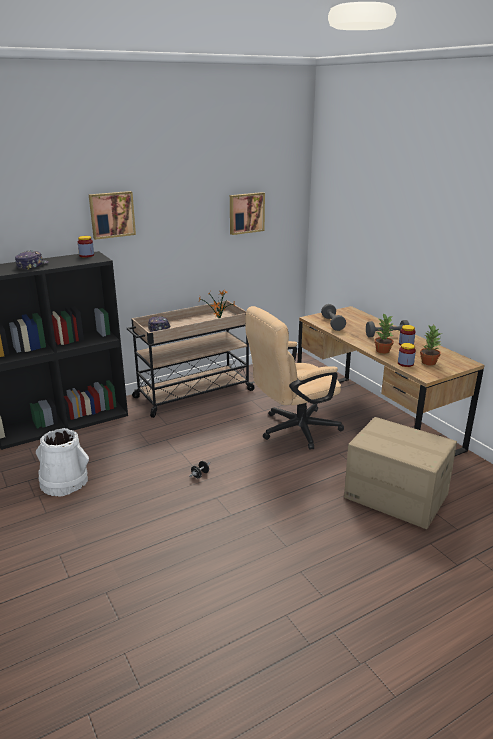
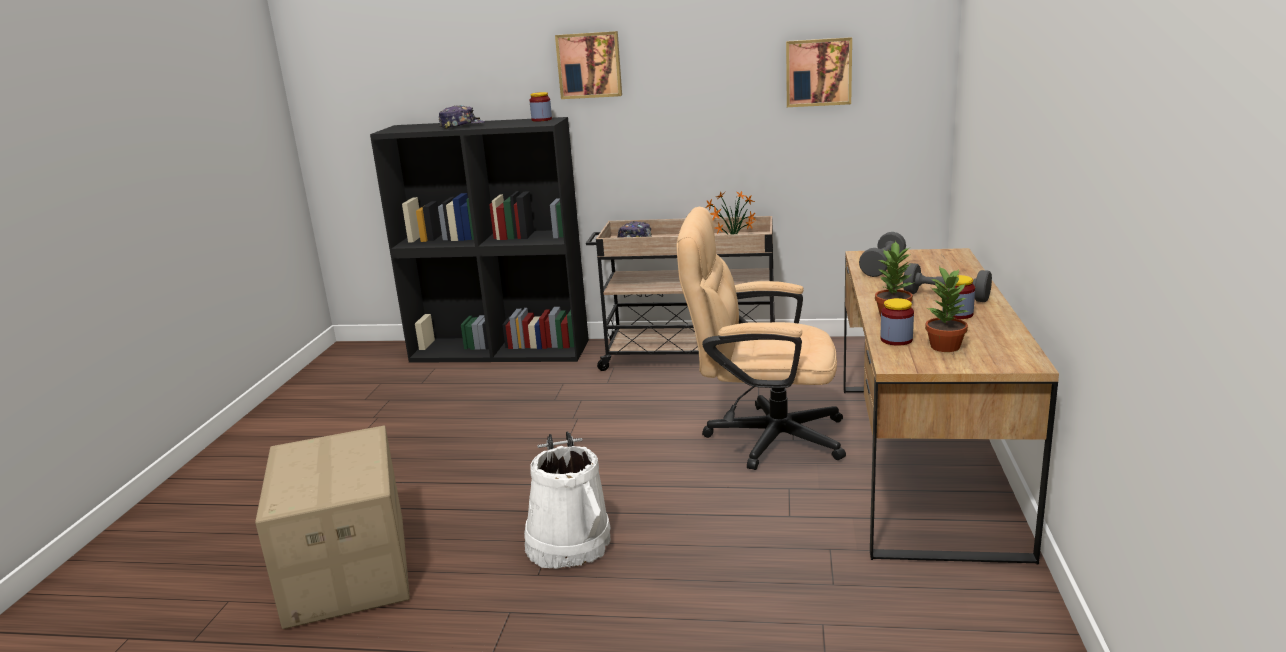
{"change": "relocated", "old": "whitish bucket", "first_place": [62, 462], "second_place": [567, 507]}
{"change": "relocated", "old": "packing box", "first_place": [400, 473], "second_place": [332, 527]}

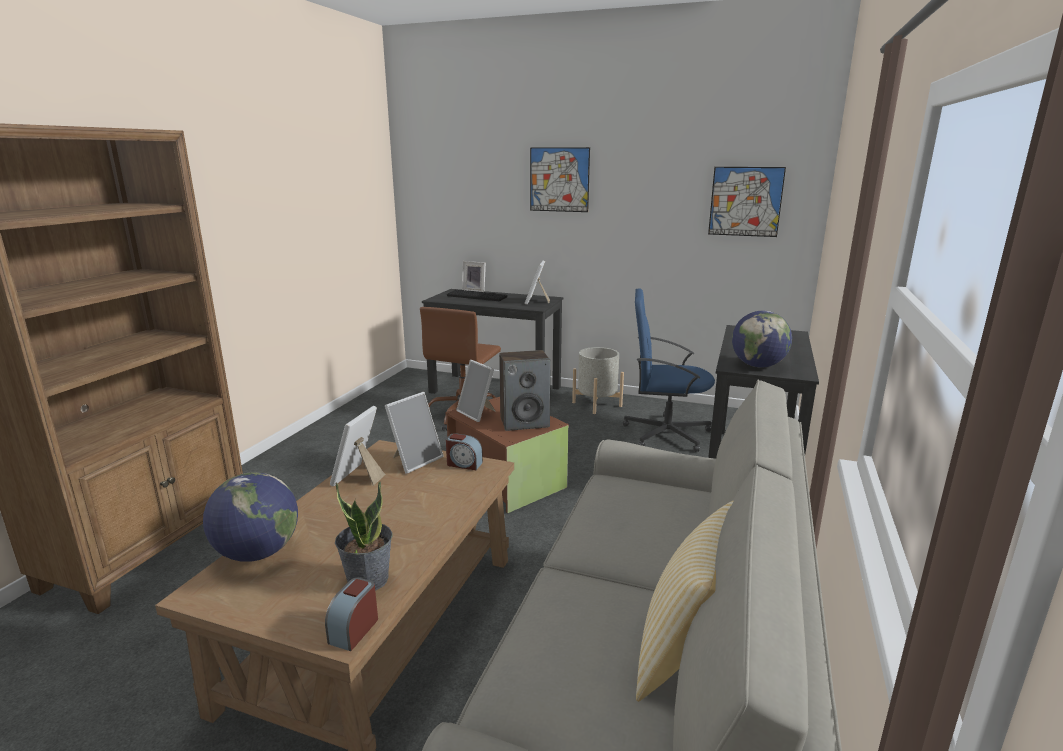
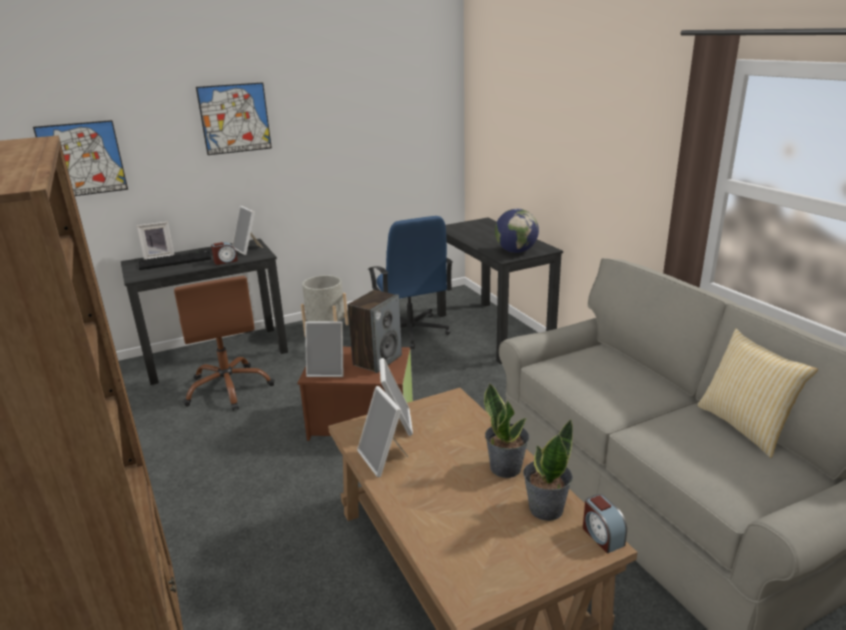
{"change": "missing", "old": "globe", "first_place": [250, 517]}
{"change": "relocated", "old": "table clock", "first_place": [464, 451], "second_place": [224, 253]}
{"change": "spun", "old": "bluish computer chair", "first_place": [669, 370], "second_place": [410, 282], "degrees": -75}
{"change": "relocated", "old": "picture", "first_place": [747, 202], "second_place": [80, 158]}
{"change": "appeared", "new": "houseplant", "second_place": [506, 430]}

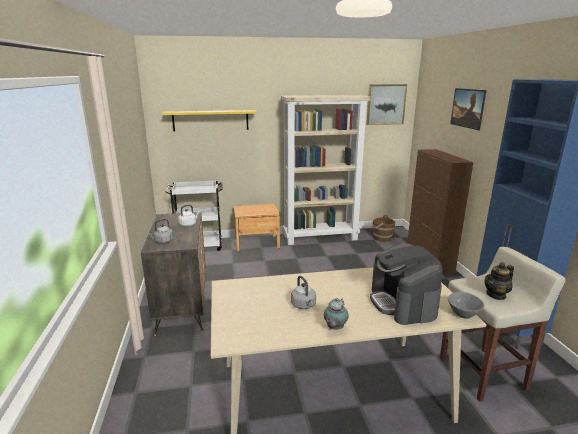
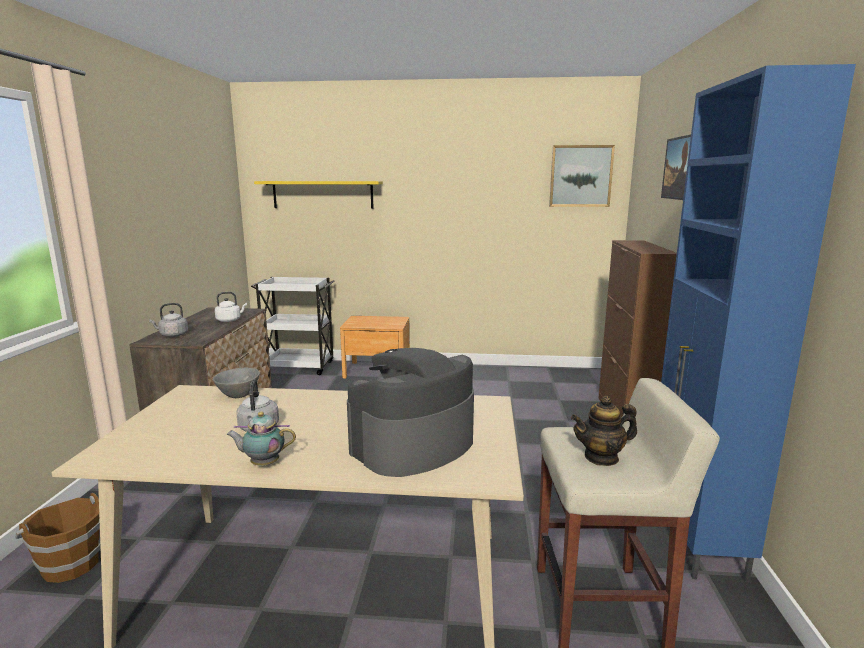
{"change": "missing", "old": "beige bookshelf", "first_place": [325, 170]}
{"change": "spun", "old": "teapot", "first_place": [336, 314], "second_place": [261, 438], "degrees": 45}
{"change": "spun", "old": "coffee maker", "first_place": [406, 284], "second_place": [410, 412], "degrees": 45}
{"change": "relocated", "old": "brownish bucket", "first_place": [383, 228], "second_place": [57, 538]}
{"change": "relocated", "old": "gray serving bowl", "first_place": [466, 305], "second_place": [236, 383]}

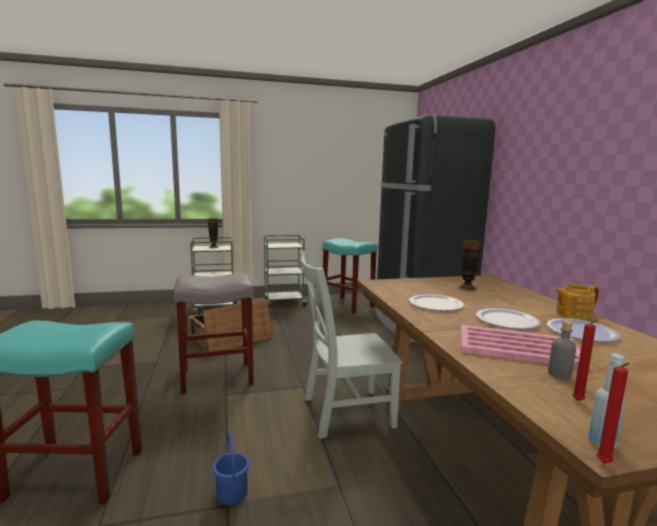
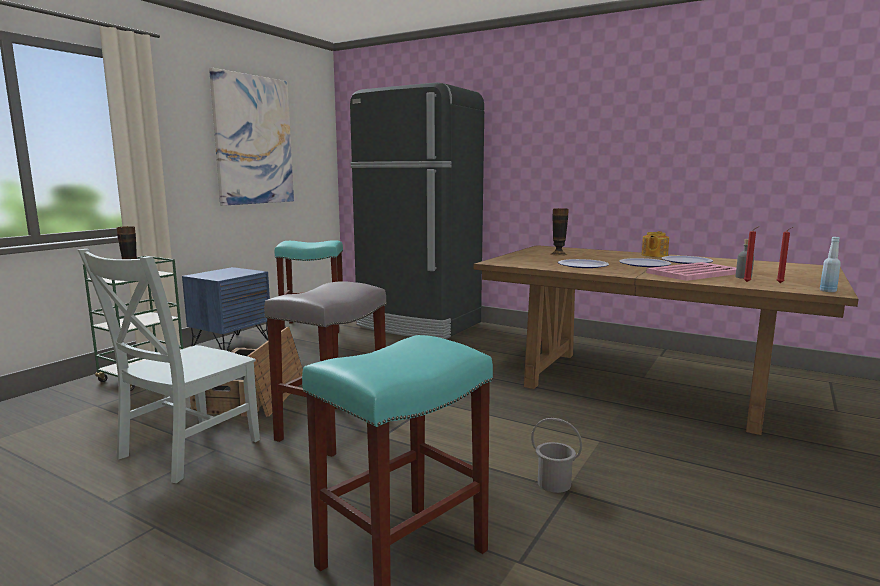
{"change": "colour", "old": "bluish bucket", "new": "gray bucket", "first_place": [231, 468], "second_place": [556, 455]}
{"change": "exchanged", "old": "green trolley", "new": "bluish bedside table", "first_place": [286, 271], "second_place": [226, 309]}
{"change": "relocated", "old": "gray upright chair", "first_place": [350, 345], "second_place": [168, 366]}
{"change": "relocated", "old": "reddish wax light", "first_place": [613, 413], "second_place": [752, 254]}
{"change": "appeared", "new": "picture", "second_place": [251, 137]}

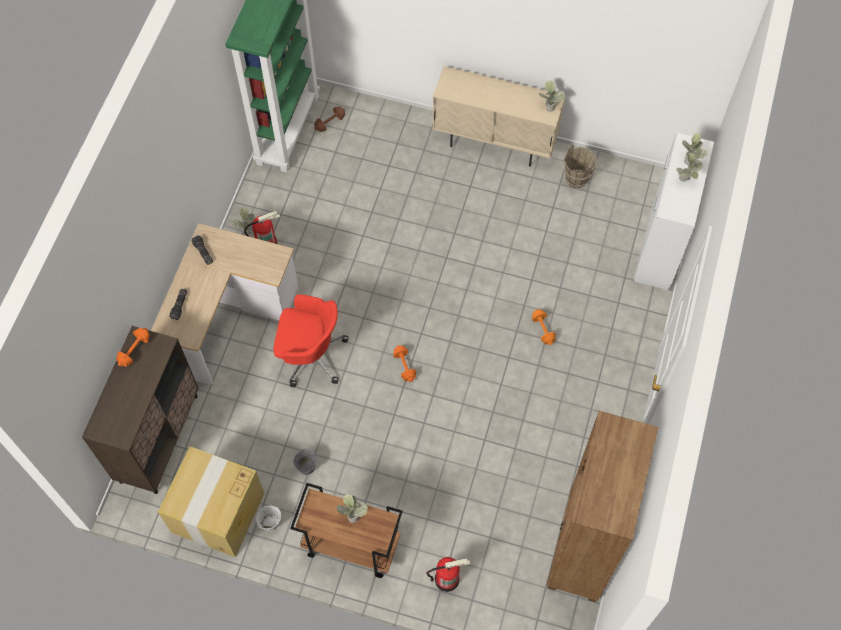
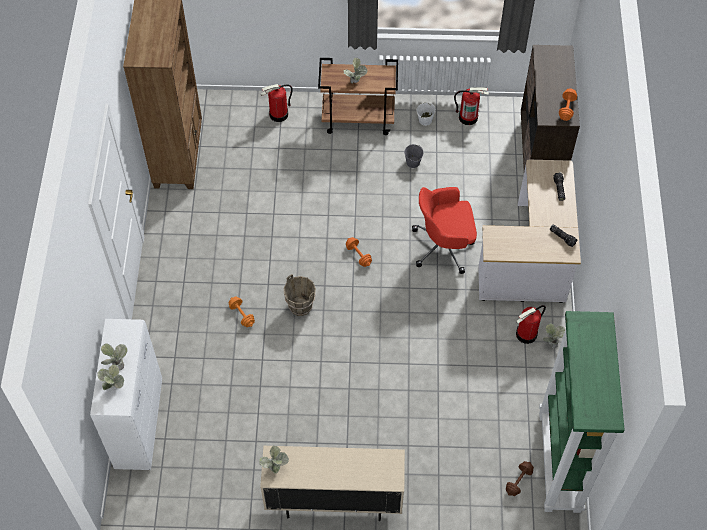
{"change": "exchanged", "old": "packing box", "new": "fire-fighting cylinder", "first_place": [211, 501], "second_place": [471, 106]}
{"change": "relocated", "old": "brownish bucket", "first_place": [580, 166], "second_place": [299, 295]}

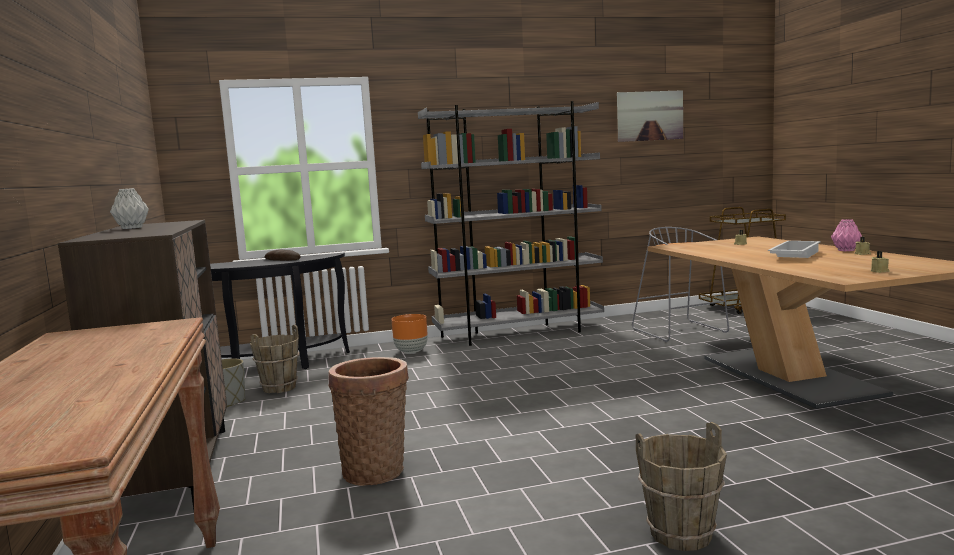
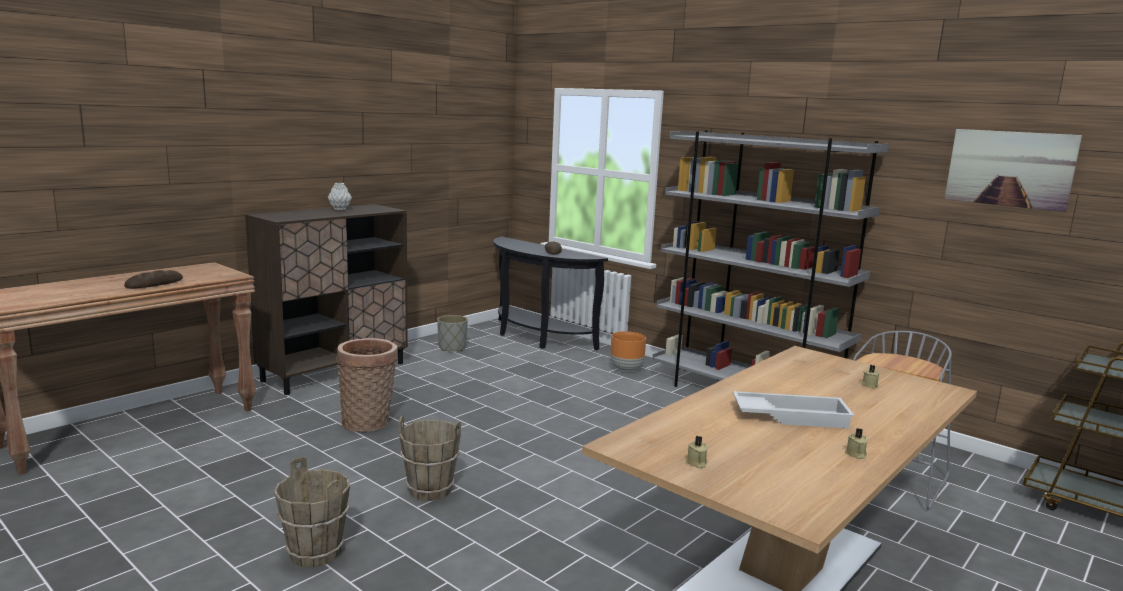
{"change": "relocated", "old": "brownish bucket", "first_place": [274, 359], "second_place": [430, 458]}
{"change": "missing", "old": "pinkish vase", "first_place": [846, 235]}
{"change": "appeared", "new": "bakery bread", "second_place": [153, 279]}

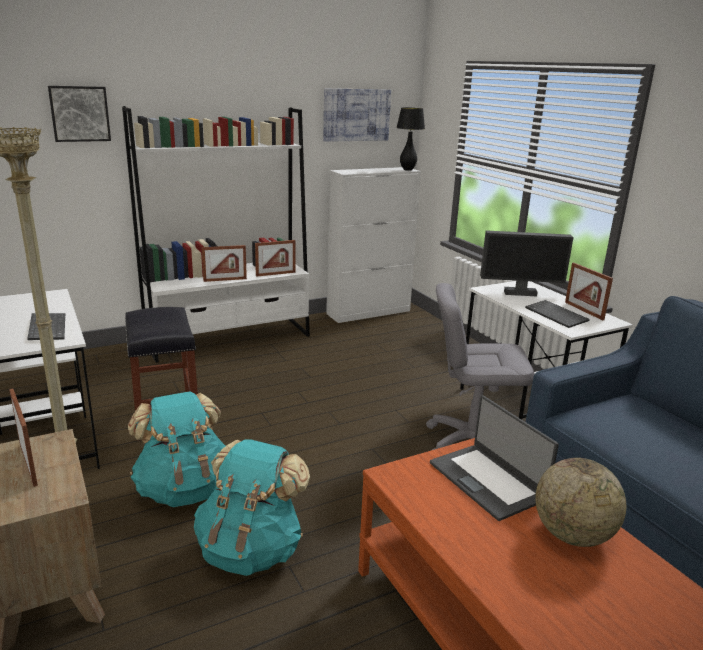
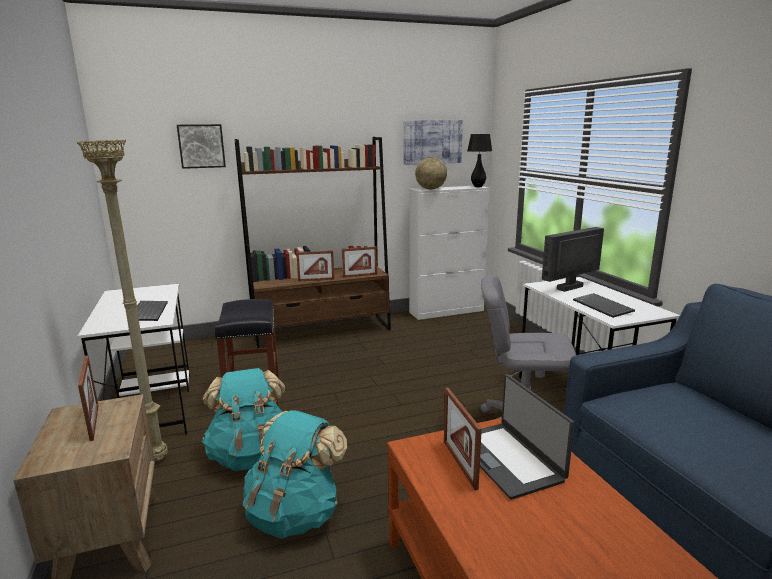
{"change": "colour", "old": "whitish bookshelf", "new": "brownish bookshelf", "first_place": [216, 234], "second_place": [313, 242]}
{"change": "spun", "old": "monitor", "first_place": [527, 263], "second_place": [573, 259], "degrees": 135}
{"change": "relocated", "old": "globe", "first_place": [580, 502], "second_place": [431, 173]}
{"change": "relocated", "old": "picture frame", "first_place": [589, 292], "second_place": [463, 439]}

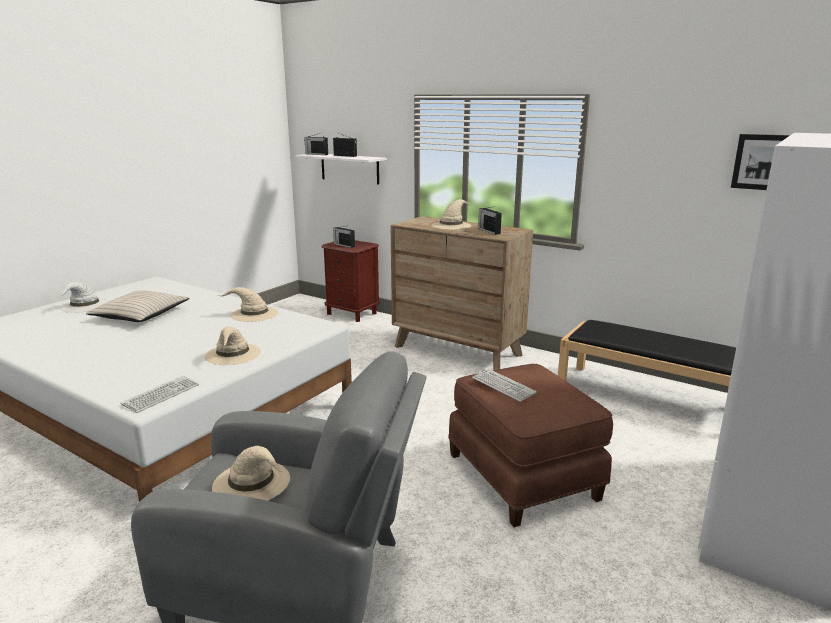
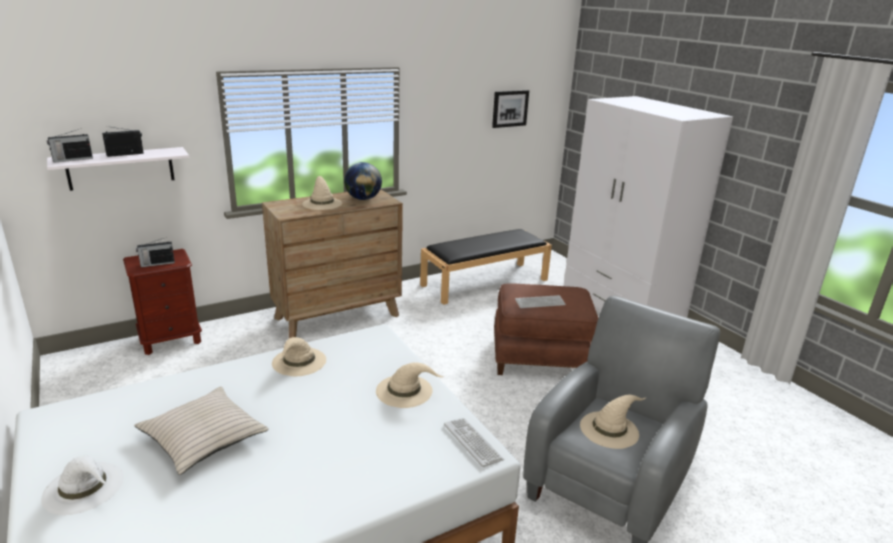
{"change": "exchanged", "old": "radio receiver", "new": "globe", "first_place": [490, 220], "second_place": [363, 181]}

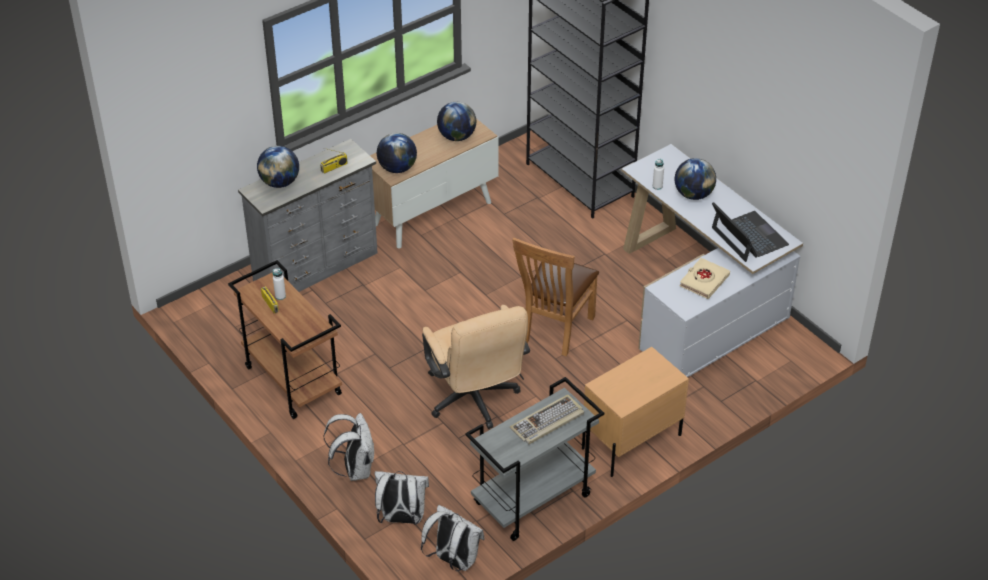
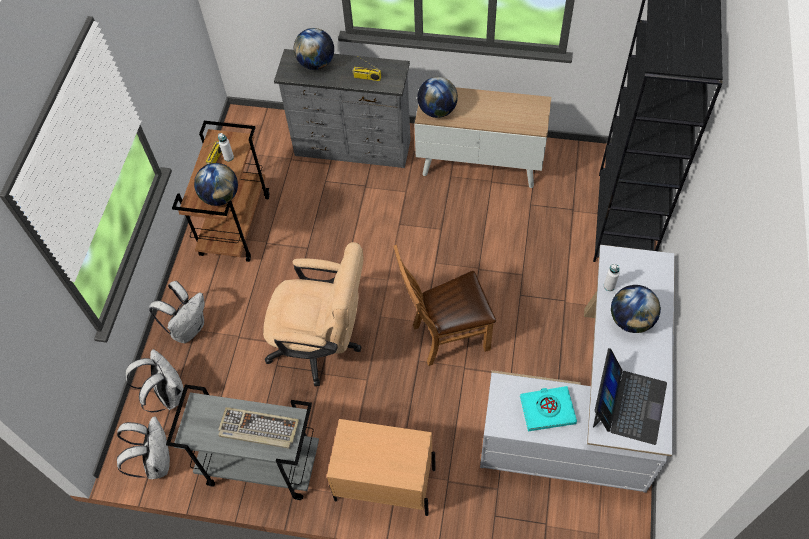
{"change": "spun", "old": "beige computer chair", "first_place": [476, 367], "second_place": [313, 314], "degrees": -105}
{"change": "relocated", "old": "globe", "first_place": [456, 121], "second_place": [216, 184]}
{"change": "colour", "old": "beige bound book", "new": "turquoise bound book", "first_place": [704, 278], "second_place": [548, 408]}

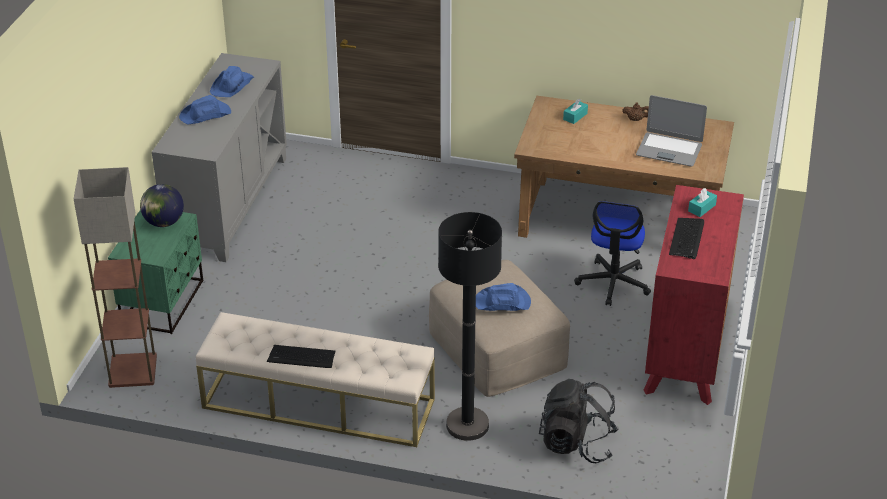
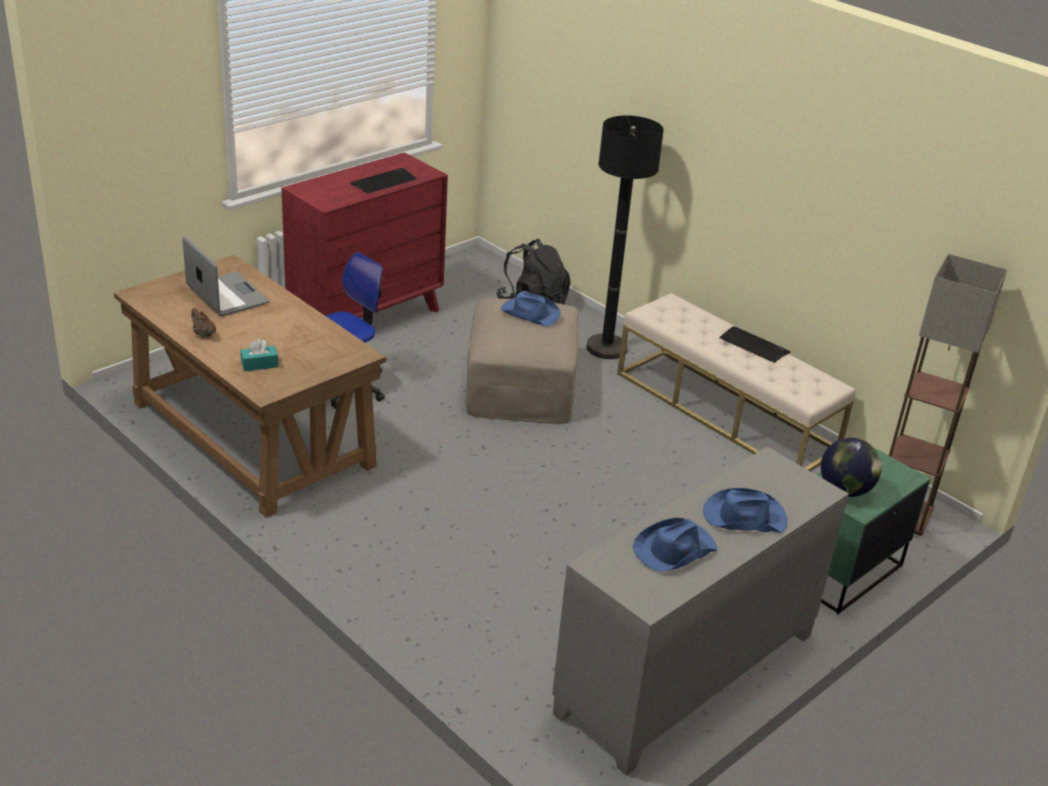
{"change": "missing", "old": "turquoise box of tissues", "first_place": [702, 202]}

